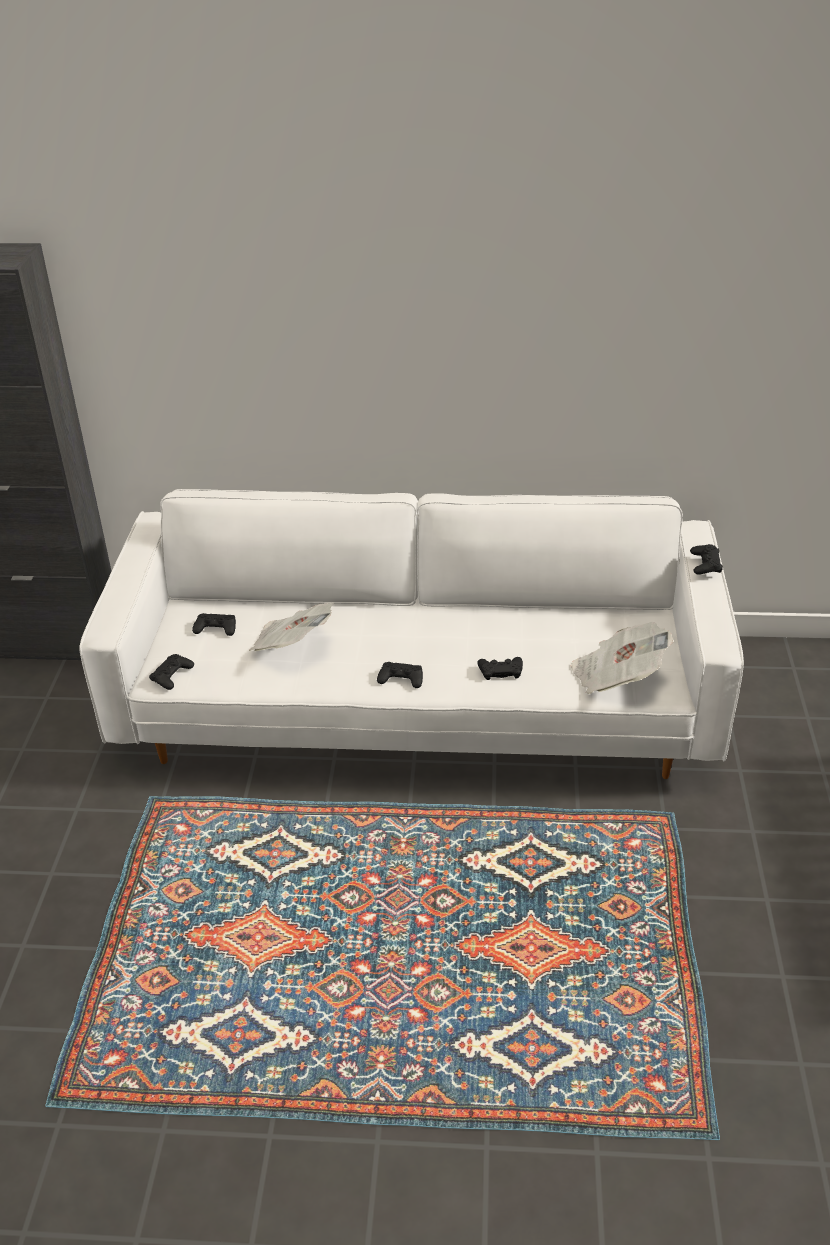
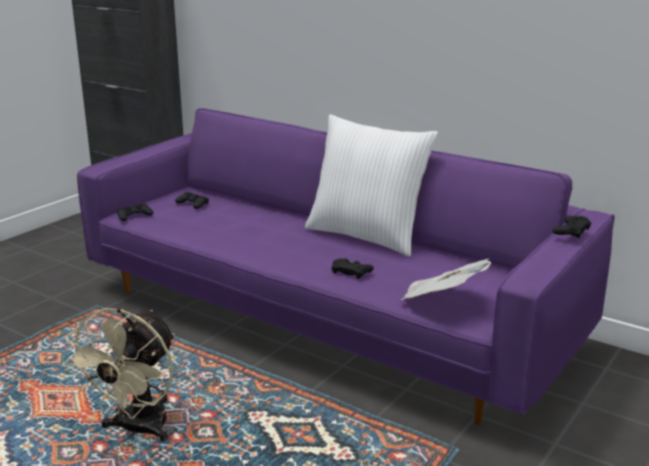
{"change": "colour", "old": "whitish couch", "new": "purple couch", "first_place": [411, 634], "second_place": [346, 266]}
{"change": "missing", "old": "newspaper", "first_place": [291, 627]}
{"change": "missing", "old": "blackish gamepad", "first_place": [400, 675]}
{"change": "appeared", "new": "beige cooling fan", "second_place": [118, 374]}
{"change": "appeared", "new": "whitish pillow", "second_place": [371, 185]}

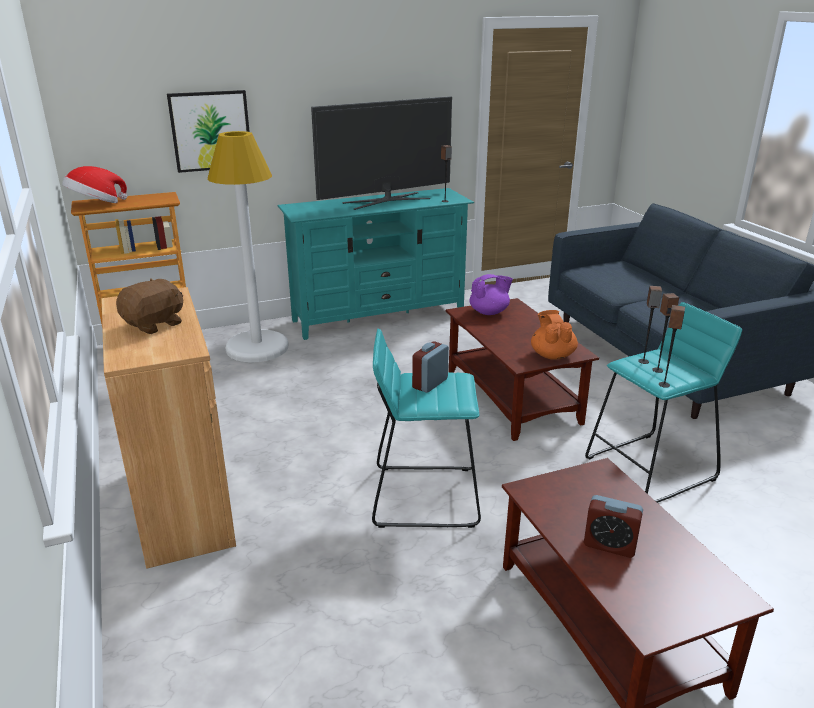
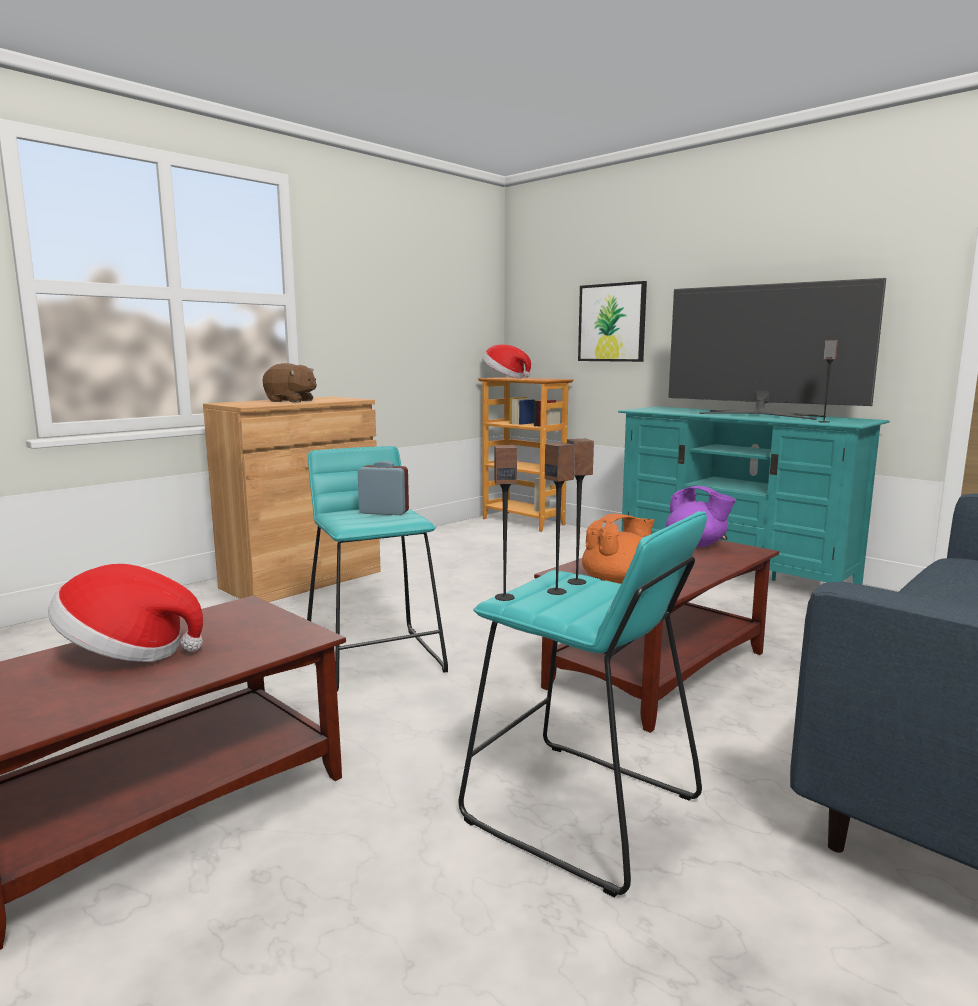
{"change": "missing", "old": "whitish floor lamp", "first_place": [248, 246]}
{"change": "exchanged", "old": "table clock", "new": "clothing hat", "first_place": [613, 526], "second_place": [125, 613]}

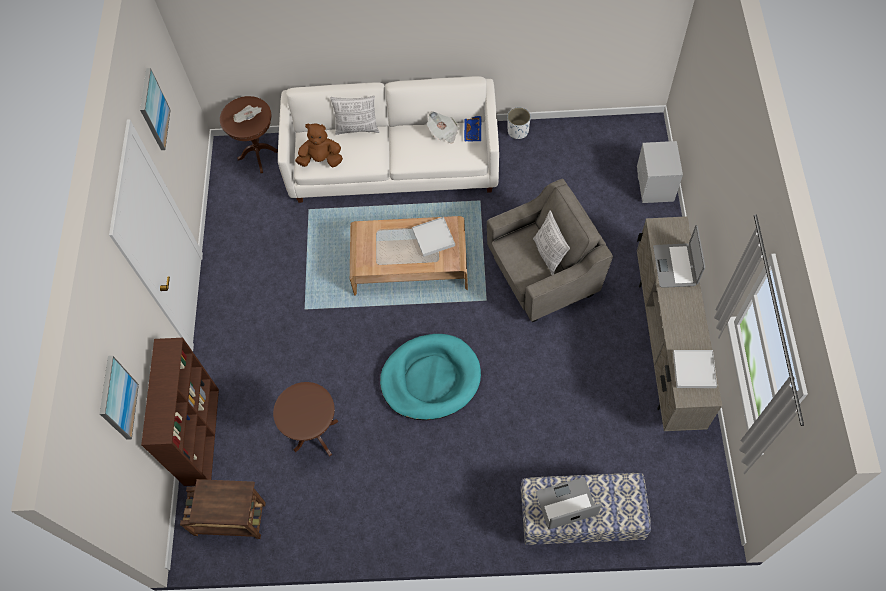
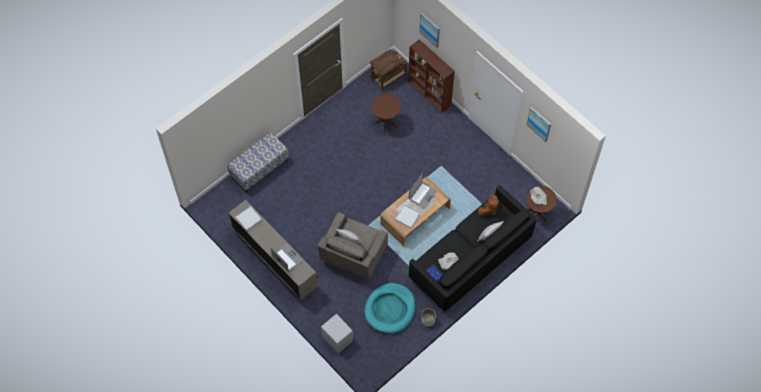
{"change": "colour", "old": "whitish couch", "new": "blackish couch", "first_place": [388, 139], "second_place": [472, 248]}
{"change": "relocated", "old": "turquoise dog bed", "first_place": [430, 377], "second_place": [389, 308]}
{"change": "relocated", "old": "laptop", "first_place": [569, 503], "second_place": [423, 190]}

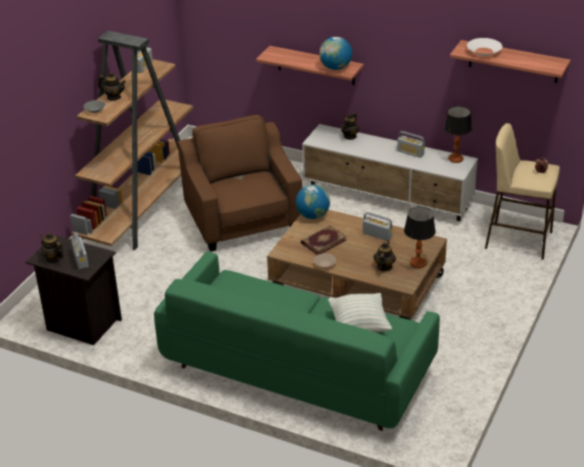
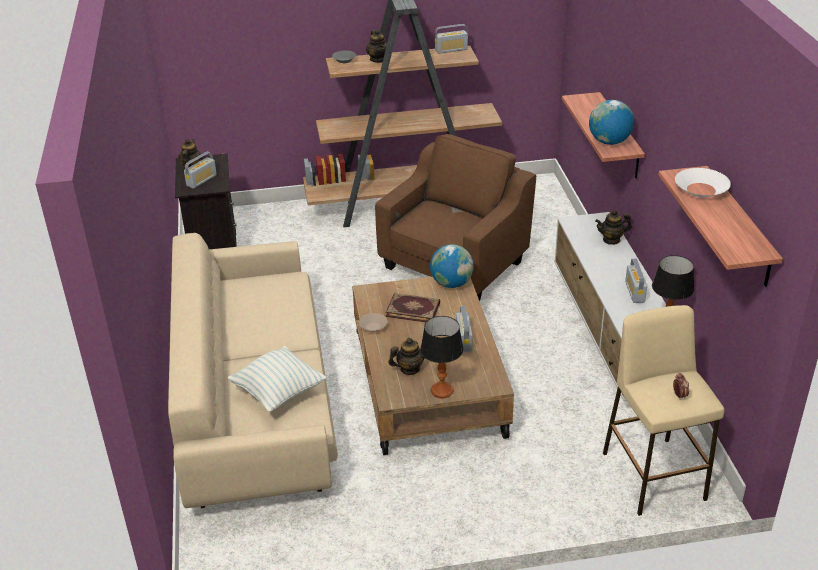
{"change": "colour", "old": "green couch", "new": "beige couch", "first_place": [297, 341], "second_place": [253, 370]}

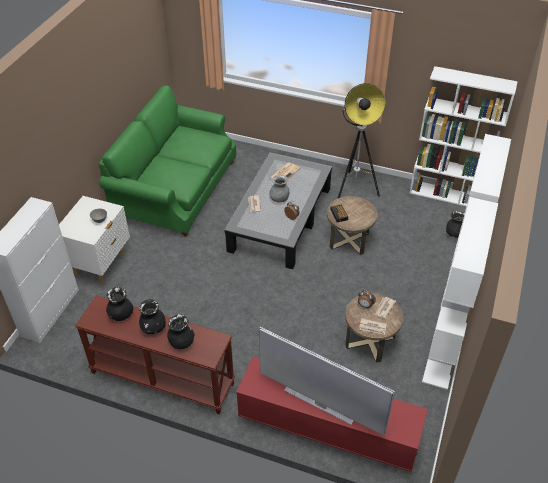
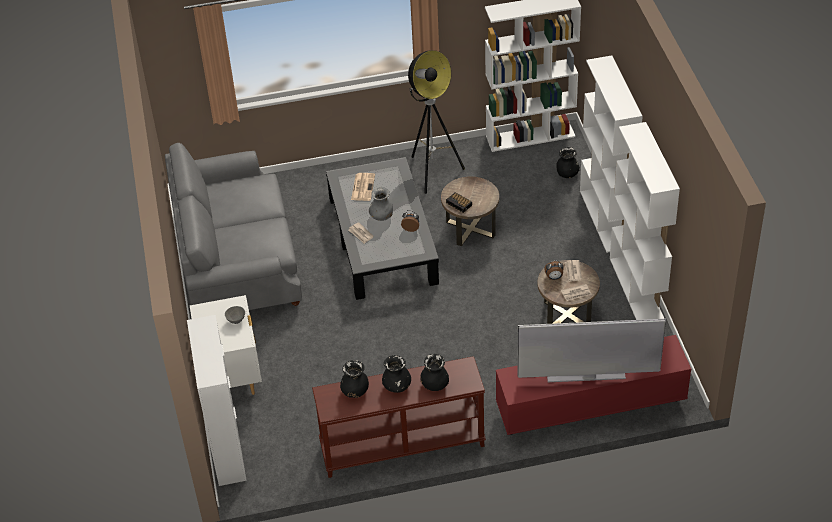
{"change": "colour", "old": "green couch", "new": "gray couch", "first_place": [167, 161], "second_place": [233, 226]}

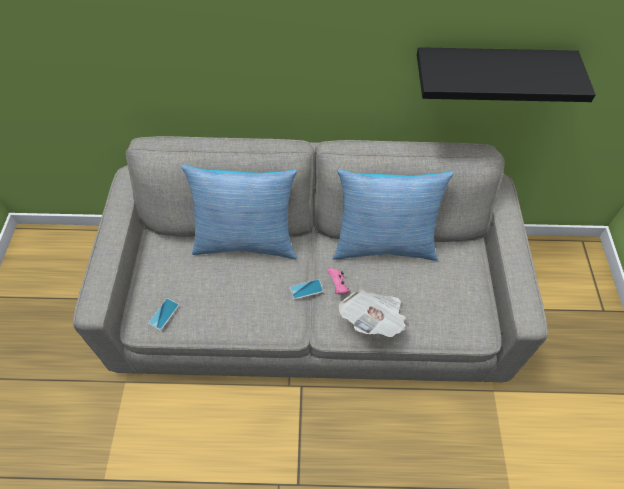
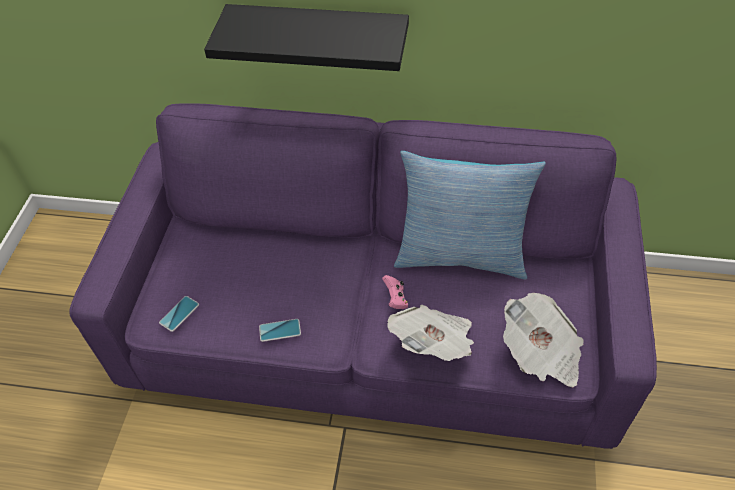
{"change": "colour", "old": "gray couch", "new": "purple couch", "first_place": [310, 259], "second_place": [363, 276]}
{"change": "missing", "old": "pillow", "first_place": [239, 212]}
{"change": "relocated", "old": "telephone", "first_place": [307, 289], "second_place": [280, 330]}
{"change": "relocated", "old": "blackish wall shelf", "first_place": [506, 74], "second_place": [306, 37]}
{"change": "appeared", "new": "newspaper", "second_place": [543, 340]}

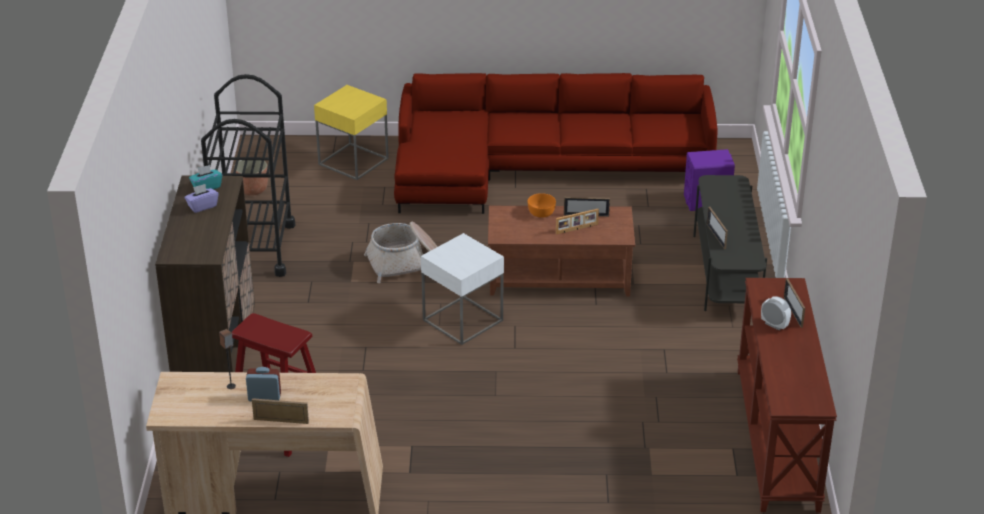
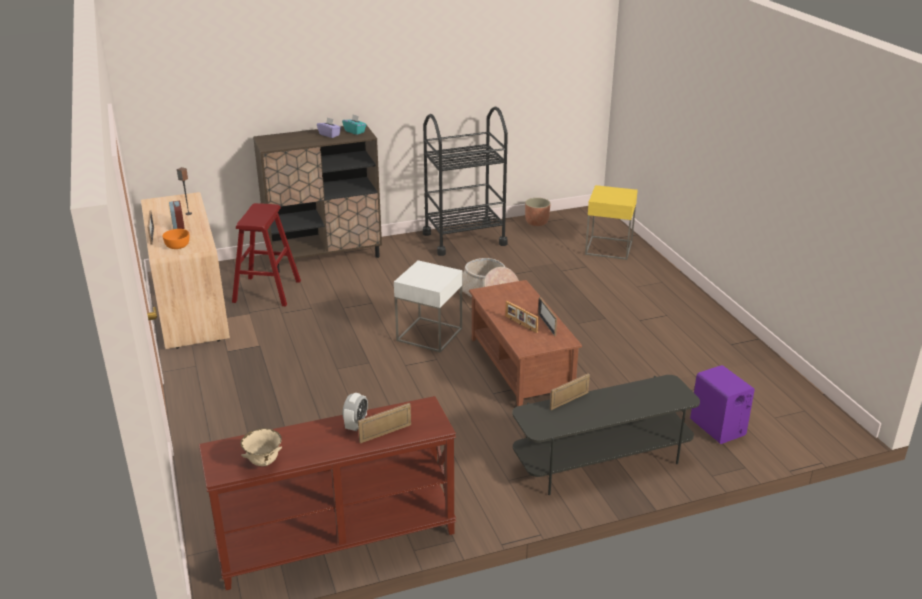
{"change": "missing", "old": "reddish couch", "first_place": [555, 143]}
{"change": "relocated", "old": "orangey serving bowl", "first_place": [542, 205], "second_place": [175, 239]}
{"change": "appeared", "new": "beige serving bowl", "second_place": [261, 447]}

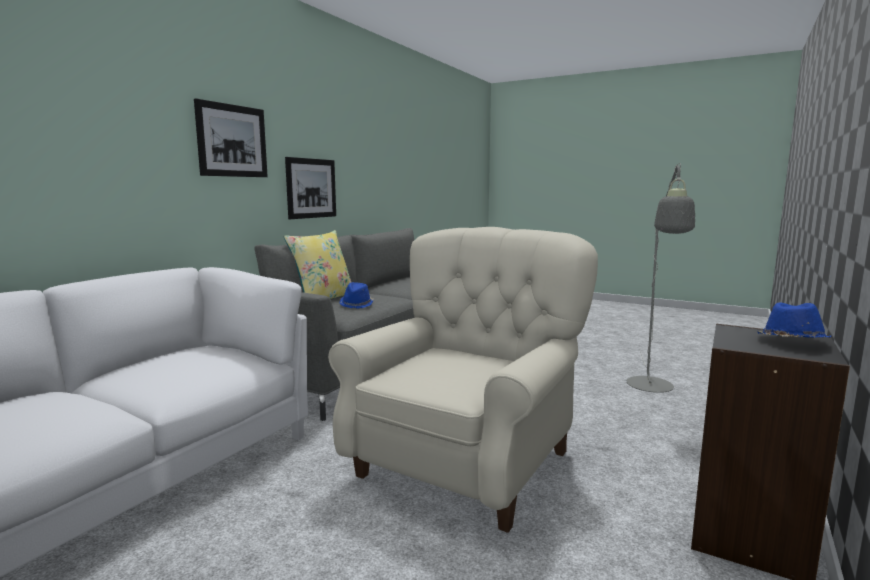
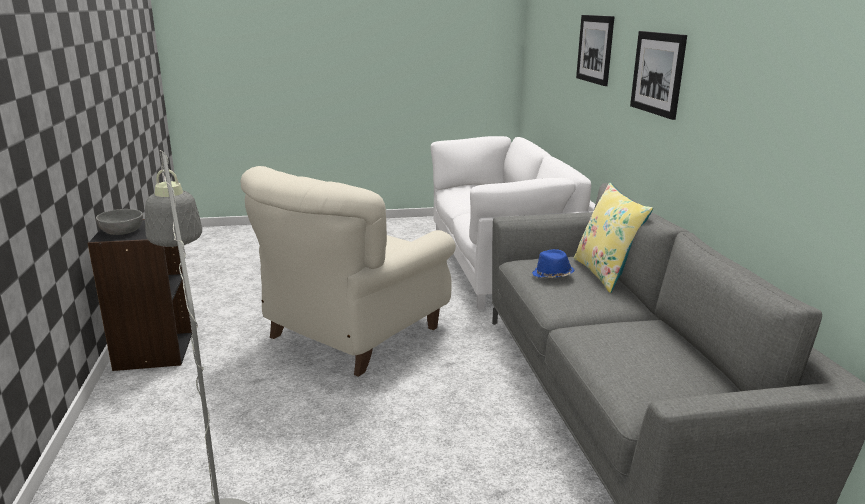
{"change": "relocated", "old": "picture", "first_place": [310, 188], "second_place": [595, 50]}
{"change": "spun", "old": "beige easy chair", "first_place": [463, 380], "second_place": [348, 271], "degrees": 45}
{"change": "exchanged", "old": "bluish clothing hat", "new": "gray serving bowl", "first_place": [794, 320], "second_place": [119, 222]}

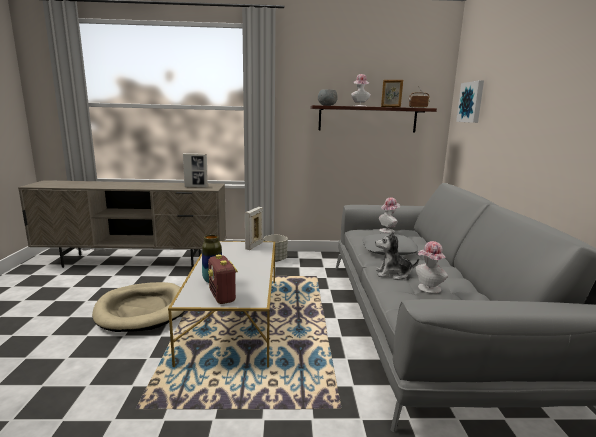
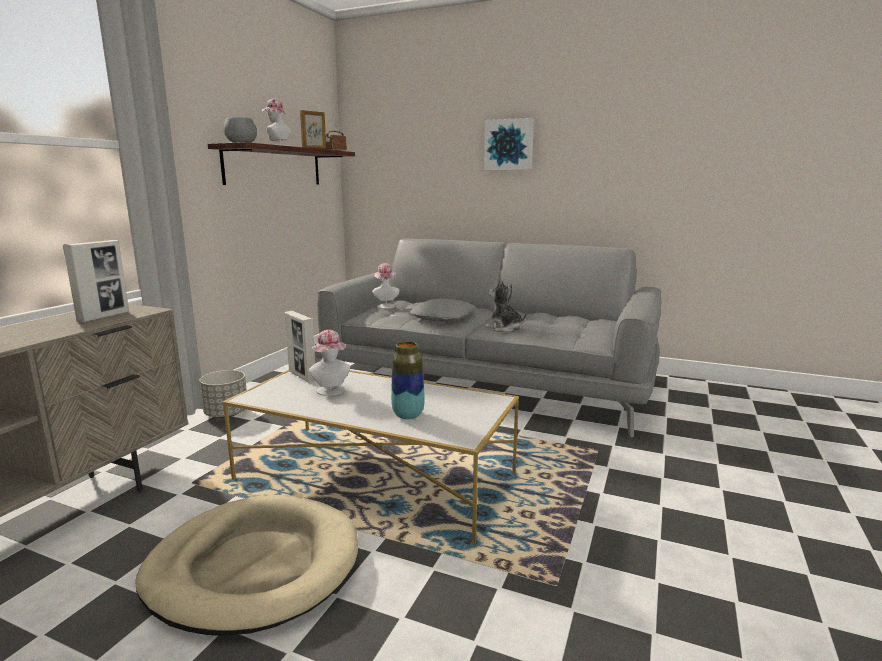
{"change": "missing", "old": "radio receiver", "first_place": [223, 279]}
{"change": "spun", "old": "plush toy", "first_place": [397, 255], "second_place": [506, 305], "degrees": 105}
{"change": "relocated", "old": "clothing hat", "first_place": [432, 267], "second_place": [329, 363]}
{"change": "relocated", "old": "picture", "first_place": [470, 101], "second_place": [509, 144]}

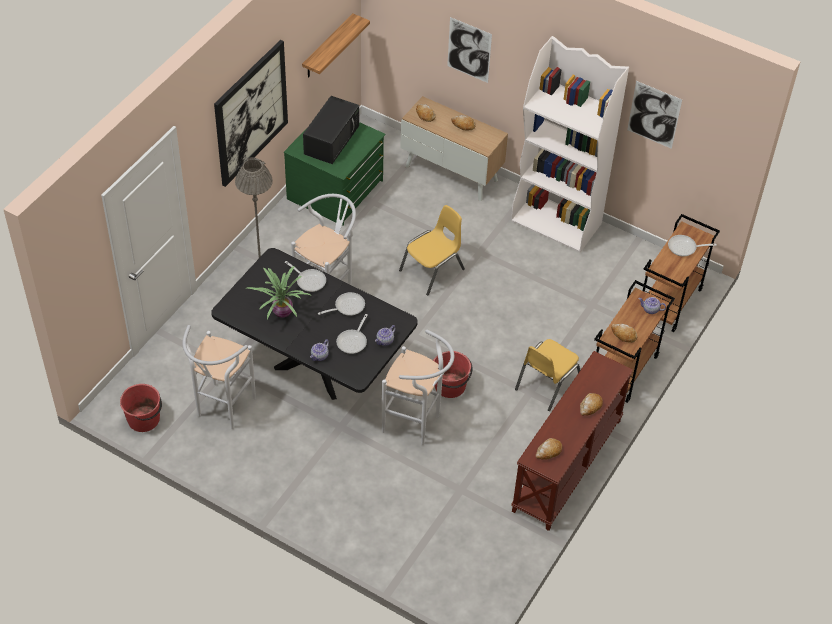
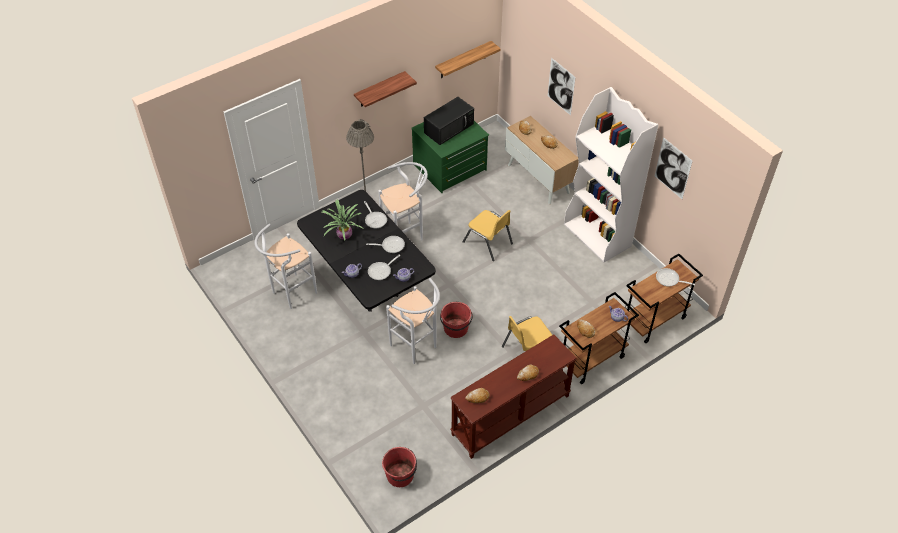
{"change": "relocated", "old": "reddish bucket", "first_place": [141, 408], "second_place": [399, 467]}
{"change": "exchanged", "old": "picture", "new": "wall shelf", "first_place": [251, 113], "second_place": [385, 89]}
{"change": "spun", "old": "yellowish upright chair", "first_place": [432, 250], "second_place": [488, 235], "degrees": 60}

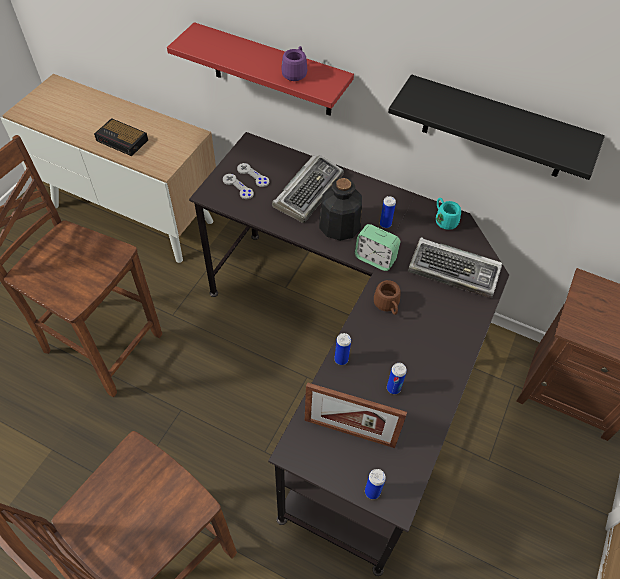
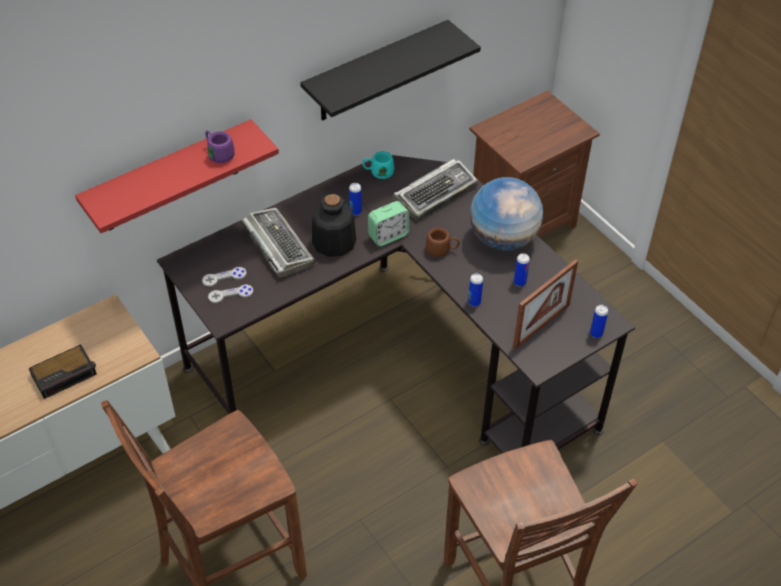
{"change": "appeared", "new": "globe", "second_place": [506, 214]}

